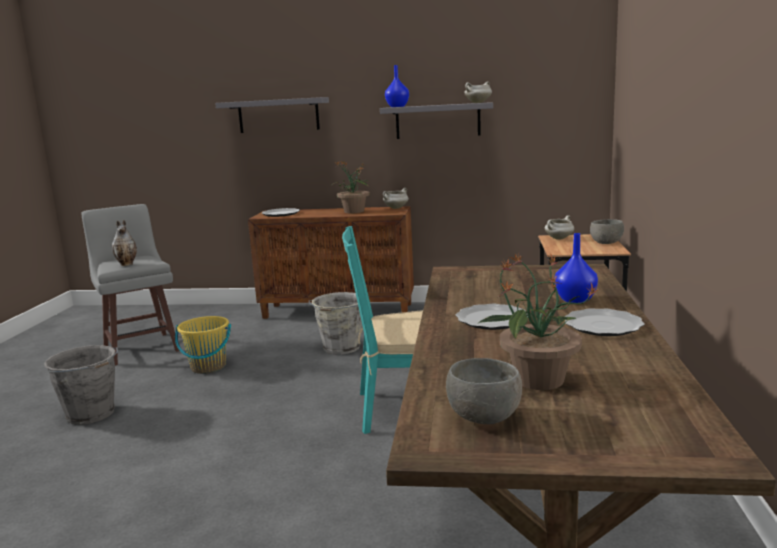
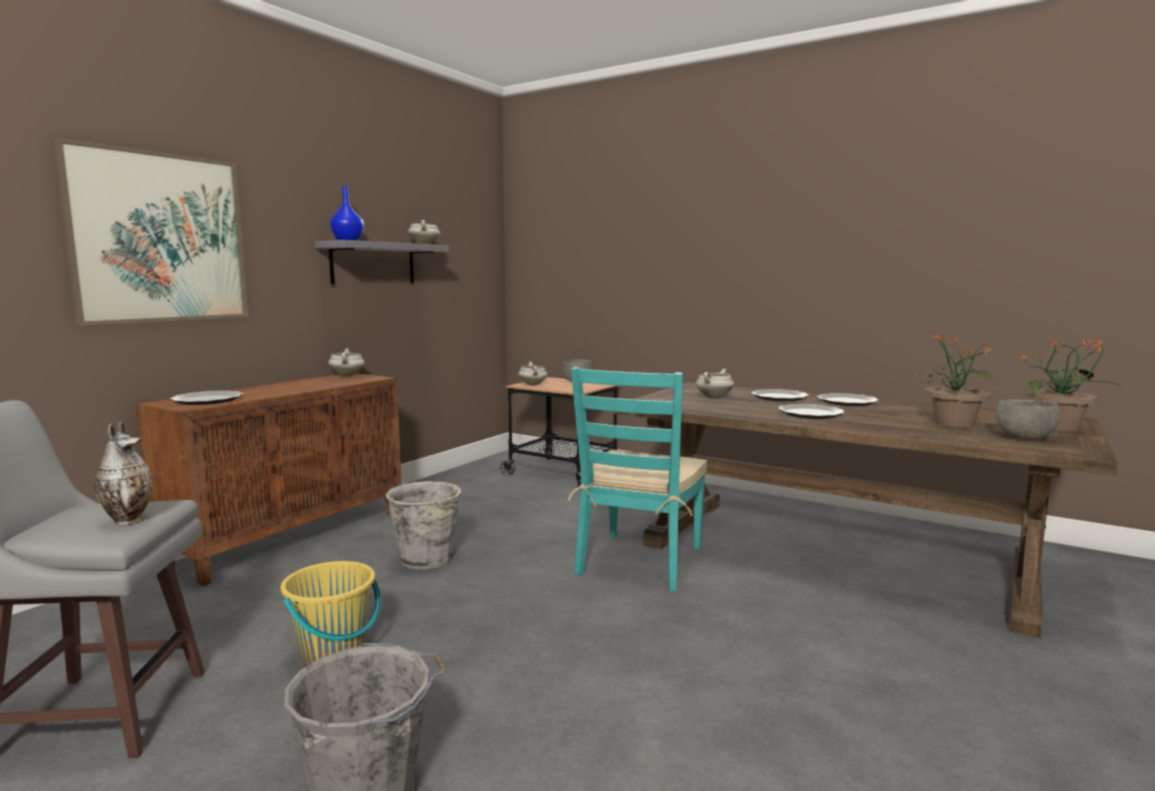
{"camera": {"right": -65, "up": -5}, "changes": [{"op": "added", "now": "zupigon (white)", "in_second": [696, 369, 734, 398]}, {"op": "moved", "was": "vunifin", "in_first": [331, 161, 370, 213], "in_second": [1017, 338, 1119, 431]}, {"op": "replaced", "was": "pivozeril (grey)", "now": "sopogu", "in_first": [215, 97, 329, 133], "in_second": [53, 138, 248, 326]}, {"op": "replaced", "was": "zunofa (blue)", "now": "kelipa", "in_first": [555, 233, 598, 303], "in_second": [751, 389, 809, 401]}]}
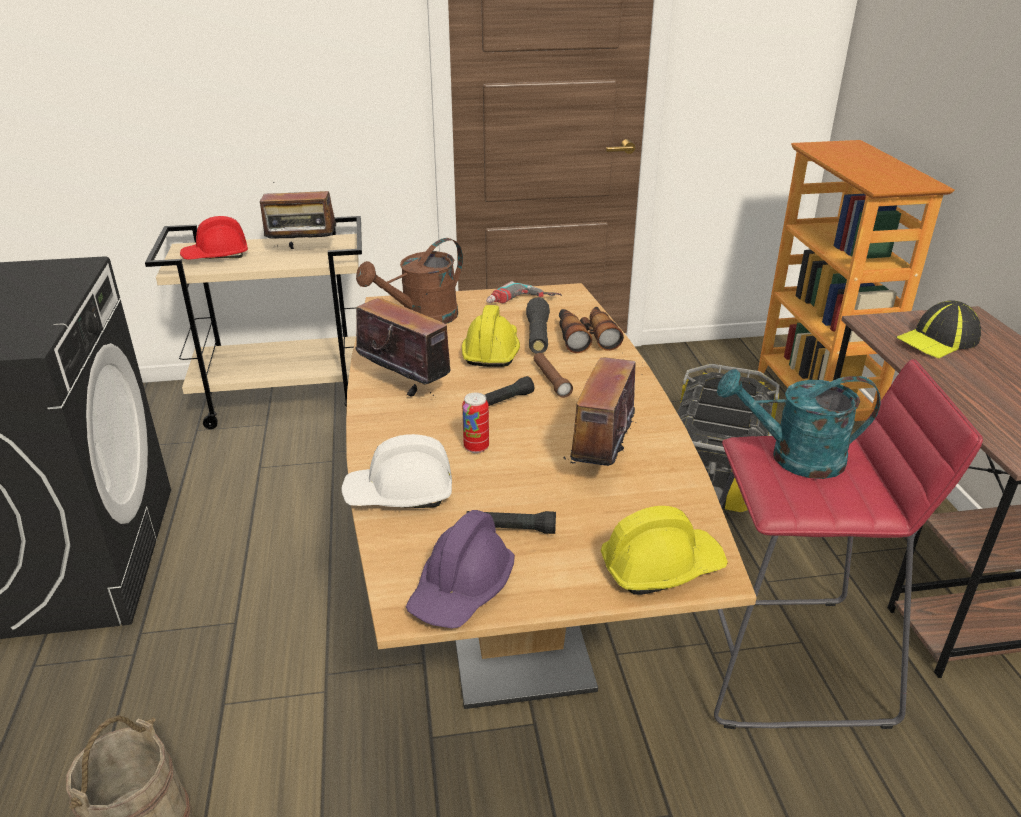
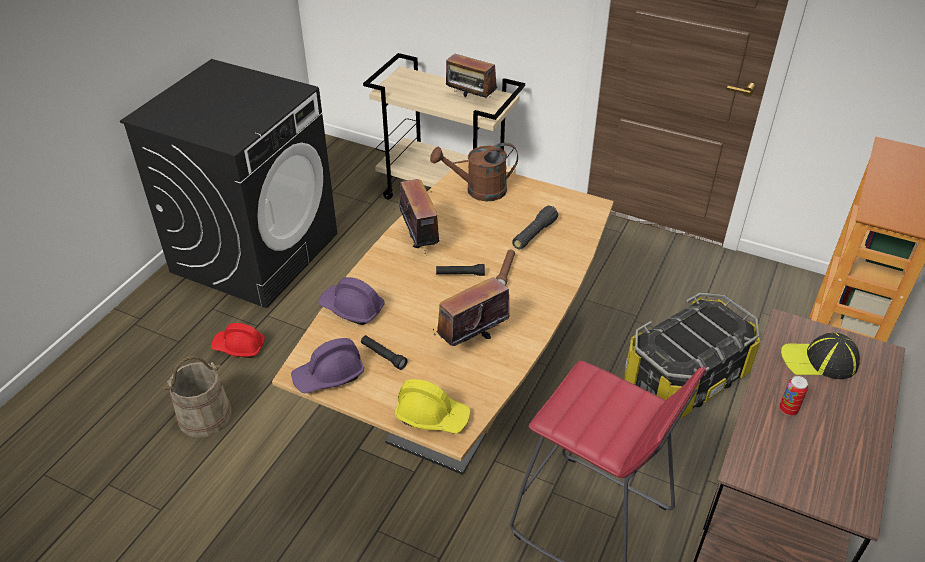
{"camera": {"right": 35, "up": 10}, "changes": [{"op": "removed", "was": "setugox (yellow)", "in_first": [462, 305, 520, 367]}, {"op": "removed", "was": "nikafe", "in_first": [486, 281, 562, 303]}, {"op": "removed", "was": "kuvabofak", "in_first": [559, 307, 624, 353]}, {"op": "removed", "was": "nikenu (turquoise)", "in_first": [717, 369, 881, 479]}, {"op": "moved", "was": "setugox (red)", "in_first": [180, 216, 248, 259], "in_second": [211, 323, 265, 358]}, {"op": "moved", "was": "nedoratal", "in_first": [462, 393, 489, 453], "in_second": [780, 376, 808, 416]}, {"op": "recoloured", "was": "setugox (white)", "now": "setugox (purple)", "in_first": [341, 434, 452, 508], "in_second": [318, 277, 385, 325]}]}
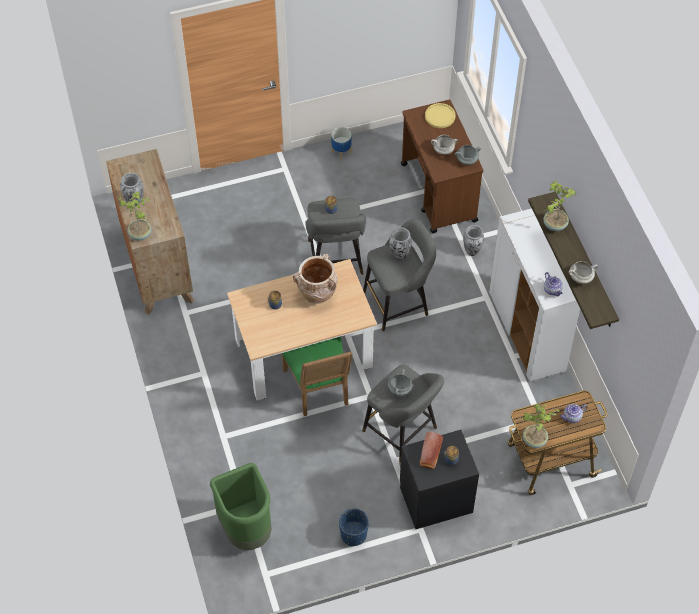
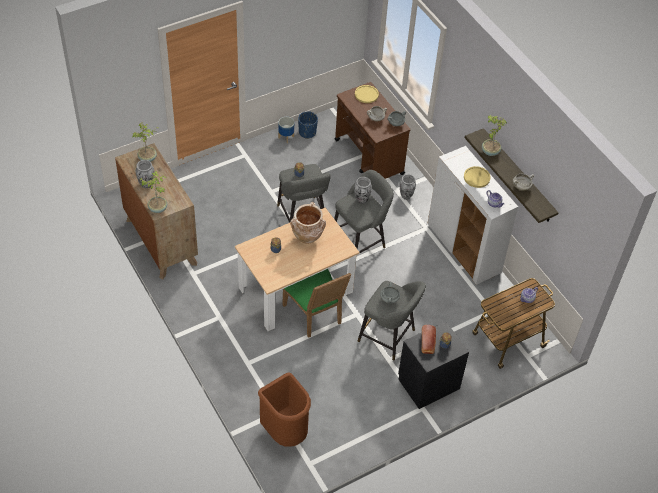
{"camera": {"right": -15, "up": -5}, "changes": [{"op": "added", "now": "kelipa (yellow)", "in_second": [464, 166, 491, 188]}, {"op": "moved", "was": "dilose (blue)", "in_first": [339, 508, 369, 546], "in_second": [298, 111, 318, 139]}, {"op": "moved", "was": "vunifin", "in_first": [523, 402, 560, 448], "in_second": [132, 122, 158, 162]}, {"op": "recoloured", "was": "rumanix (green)", "now": "rumanix (brown)", "in_first": [210, 463, 272, 550], "in_second": [258, 372, 311, 447]}]}
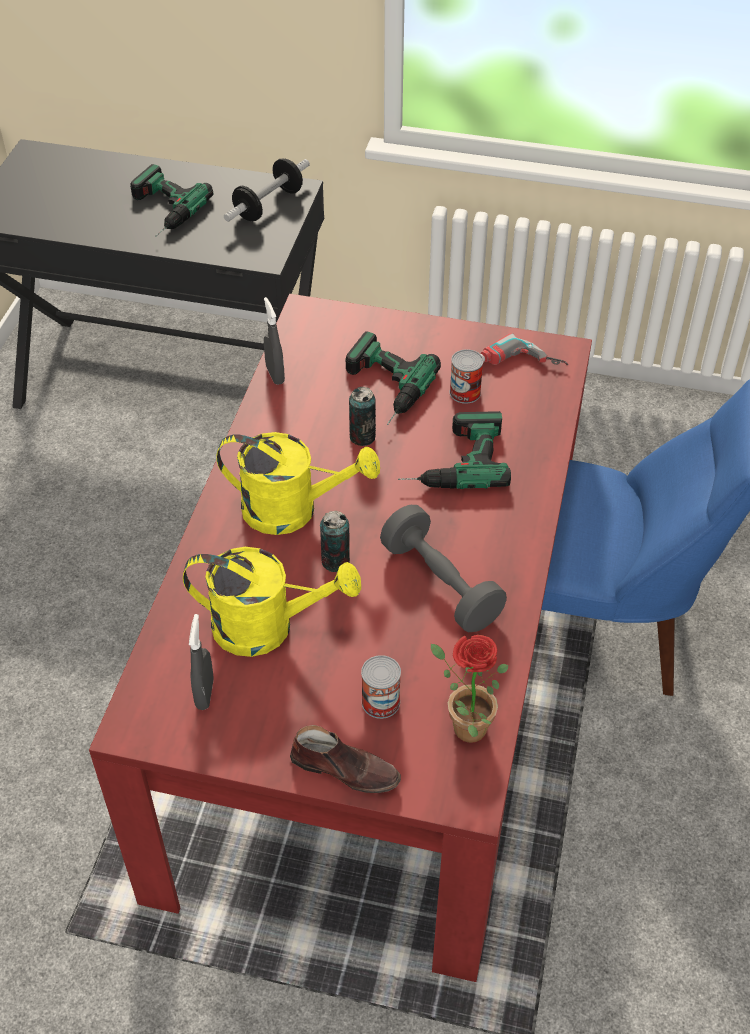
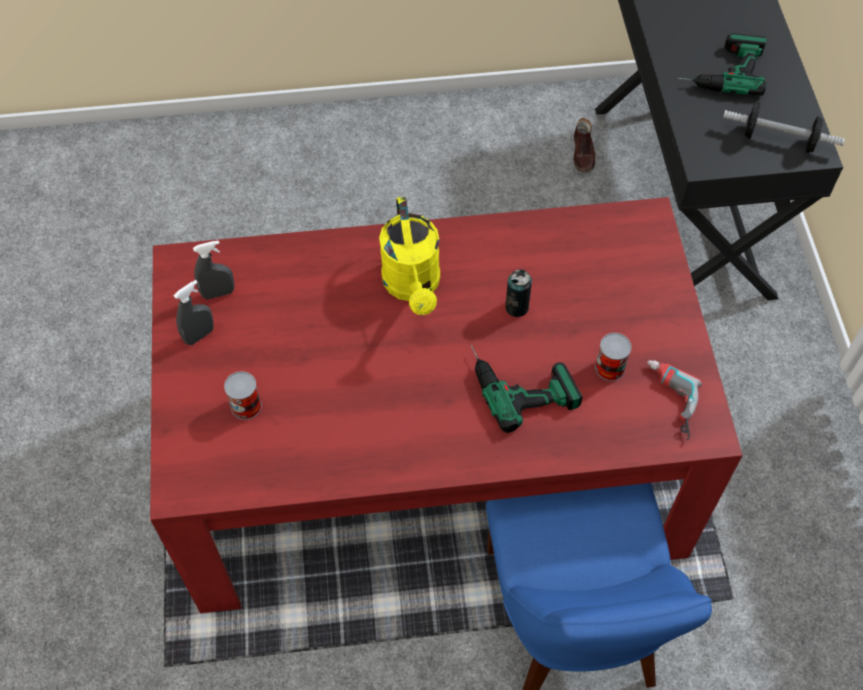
{"camera": {"right": 70, "up": 10}, "changes": [{"op": "removed", "was": "nikenu (yellow)", "in_first": [183, 547, 361, 657]}, {"op": "removed", "was": "nedoratal", "in_first": [320, 511, 350, 572]}, {"op": "removed", "was": "nikafe", "in_first": [345, 332, 441, 425]}, {"op": "removed", "was": "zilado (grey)", "in_first": [380, 505, 507, 632]}, {"op": "removed", "was": "vunifin", "in_first": [431, 635, 509, 743]}, {"op": "moved", "was": "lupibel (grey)", "in_first": [264, 297, 285, 385], "in_second": [174, 280, 214, 345]}, {"op": "moved", "was": "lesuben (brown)", "in_first": [290, 725, 401, 793], "in_second": [574, 118, 595, 173]}]}
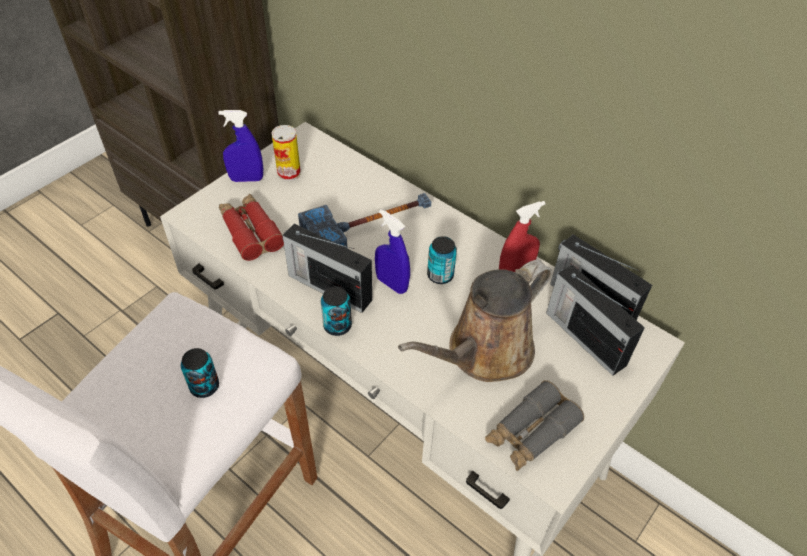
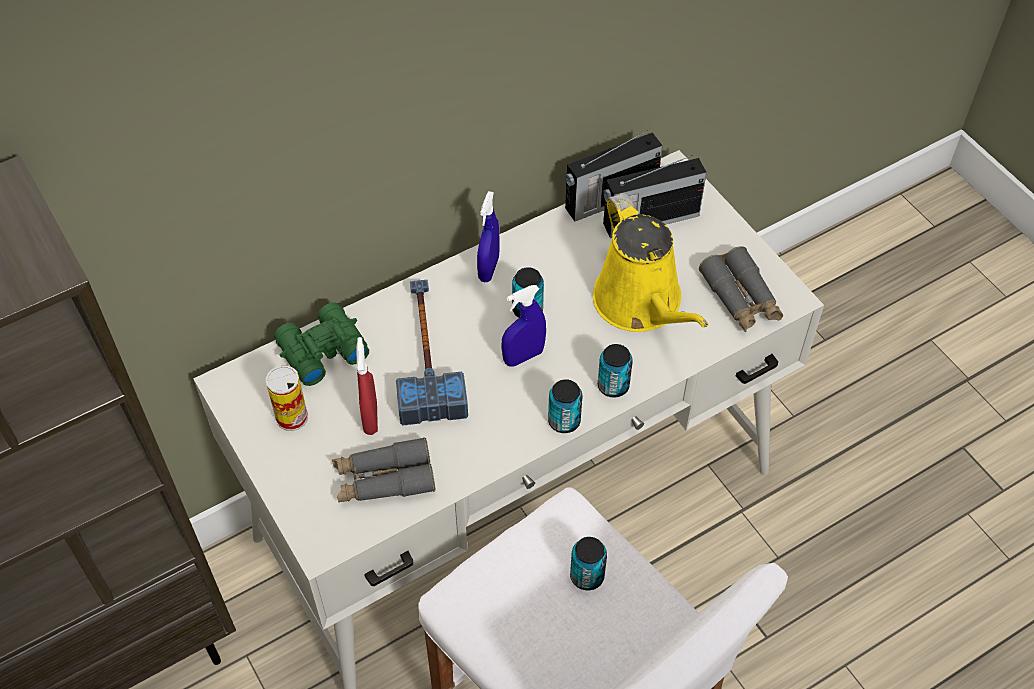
{"camera": {"right": -70, "up": 5}, "changes": [{"op": "removed", "was": "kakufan", "in_first": [282, 224, 372, 313]}, {"op": "added", "now": "kuvabofak (green)", "in_second": [274, 303, 369, 386]}, {"op": "added", "now": "nedoratal", "in_second": [598, 344, 633, 398]}, {"op": "moved", "was": "lupibel (blue)", "in_first": [219, 110, 263, 182], "in_second": [477, 191, 500, 282]}, {"op": "moved", "was": "lupibel (red)", "in_first": [499, 201, 546, 272], "in_second": [356, 337, 378, 435]}, {"op": "recoloured", "was": "kuvabofak (red)", "now": "kuvabofak (grey)", "in_first": [219, 194, 284, 261], "in_second": [332, 438, 435, 502]}, {"op": "recoloured", "was": "nikenu (brown)", "now": "nikenu (yellow)", "in_first": [398, 260, 552, 382], "in_second": [593, 193, 709, 332]}]}
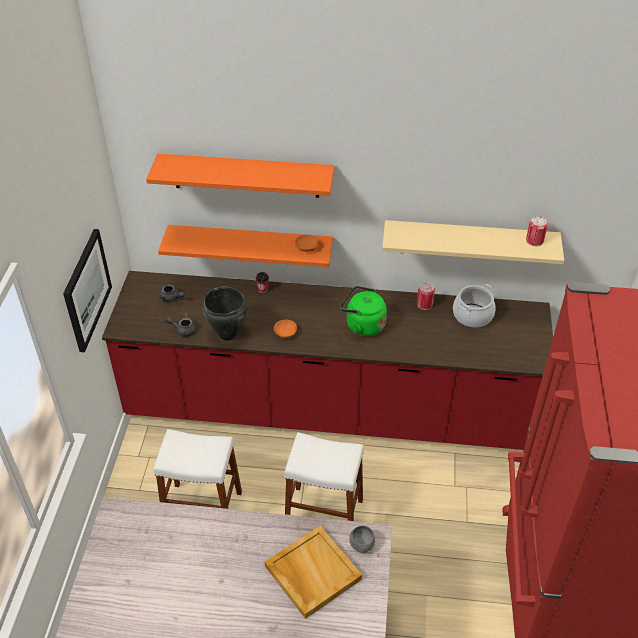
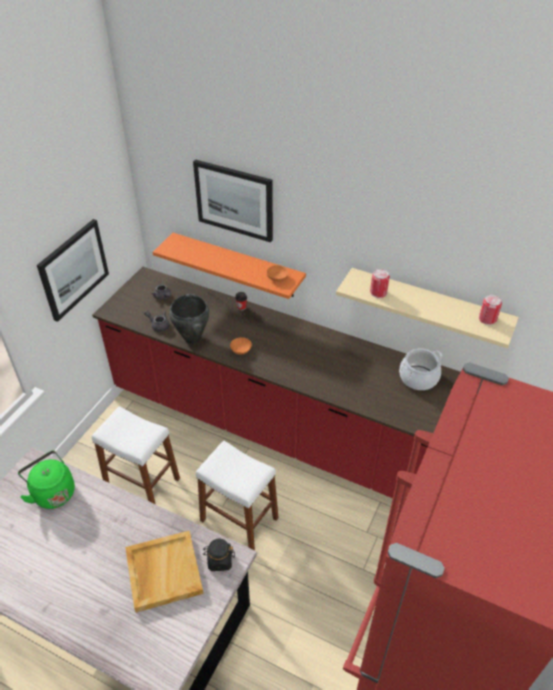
{"camera": {"right": 20, "up": 0}, "changes": [{"op": "moved", "was": "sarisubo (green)", "in_first": [340, 286, 387, 337], "in_second": [18, 450, 75, 509]}, {"op": "moved", "was": "nedoratal", "in_first": [417, 283, 435, 310], "in_second": [370, 269, 390, 298]}, {"op": "replaced", "was": "pivozeril (orange)", "now": "sopogu", "in_first": [146, 154, 334, 198], "in_second": [193, 159, 273, 242]}, {"op": "replaced", "was": "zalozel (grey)", "now": "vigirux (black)", "in_first": [349, 525, 375, 553], "in_second": [203, 538, 235, 571]}]}
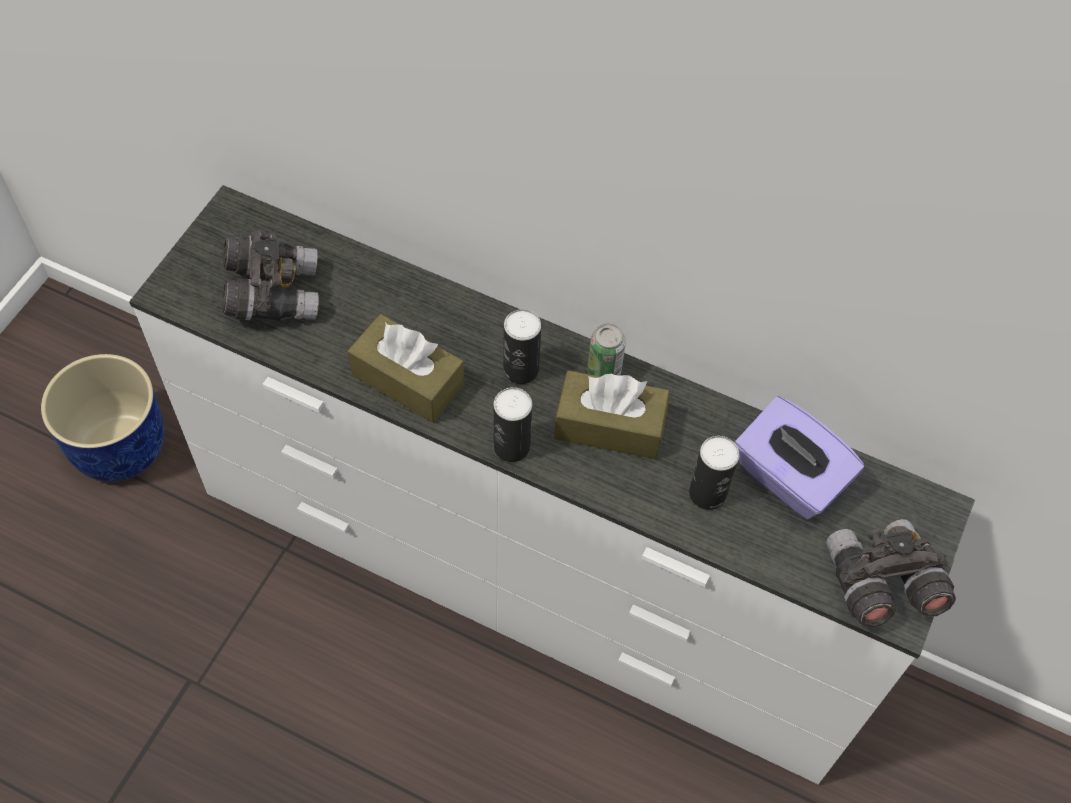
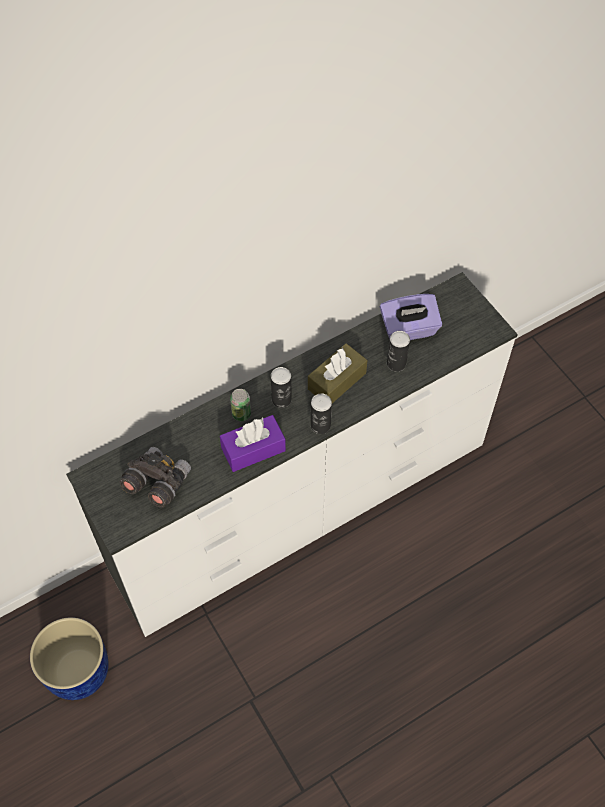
{"camera": {"right": -55, "up": 0}, "changes": [{"op": "removed", "was": "kuvabofak (grey)", "in_first": [826, 519, 956, 627]}, {"op": "moved", "was": "nedoratal", "in_first": [587, 323, 626, 377], "in_second": [230, 388, 251, 421]}, {"op": "recoloured", "was": "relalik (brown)", "now": "relalik (purple)", "in_first": [348, 314, 464, 423], "in_second": [220, 415, 286, 472]}]}
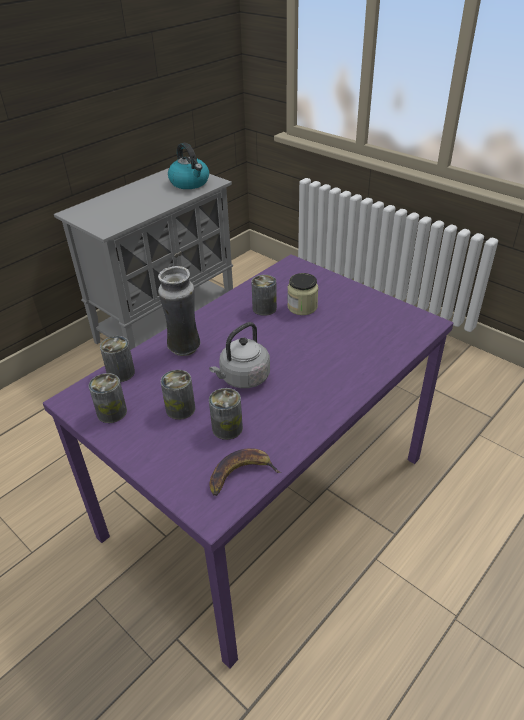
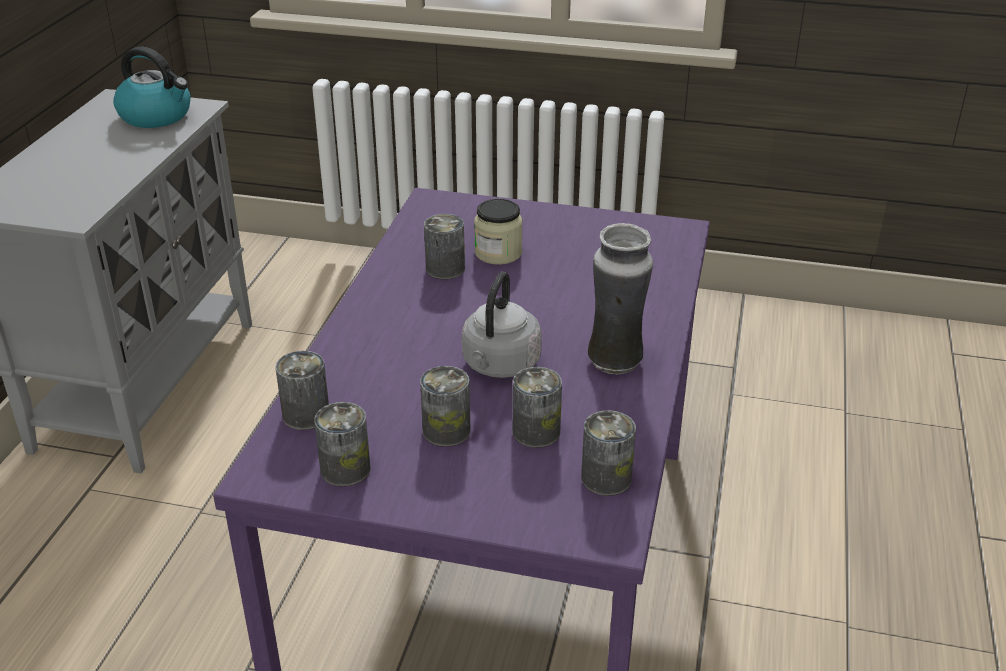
{"camera": {"right": -30, "up": -5}, "changes": [{"op": "moved", "was": "zunofa", "in_first": [158, 266, 200, 356], "in_second": [588, 223, 653, 374]}, {"op": "replaced", "was": "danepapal", "now": "nedoratal", "in_first": [209, 448, 281, 496], "in_second": [581, 410, 636, 496]}]}
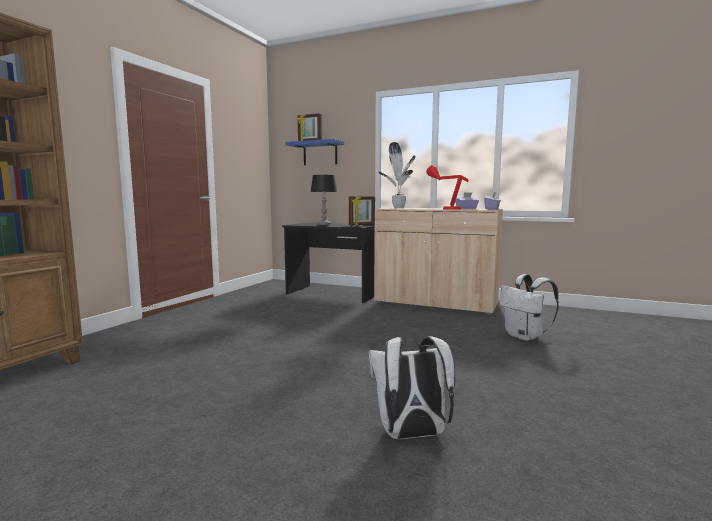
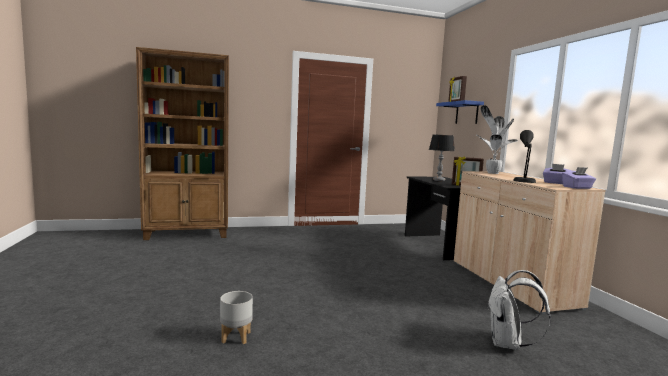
{"camera": {"right": 50, "up": 0}, "changes": [{"op": "replaced", "was": "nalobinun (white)", "now": "dilose (grey)", "in_first": [368, 336, 455, 439], "in_second": [220, 291, 253, 344]}, {"op": "recoloured", "was": "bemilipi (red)", "now": "bemilipi (black)", "in_first": [426, 165, 469, 210], "in_second": [513, 130, 536, 183]}]}
